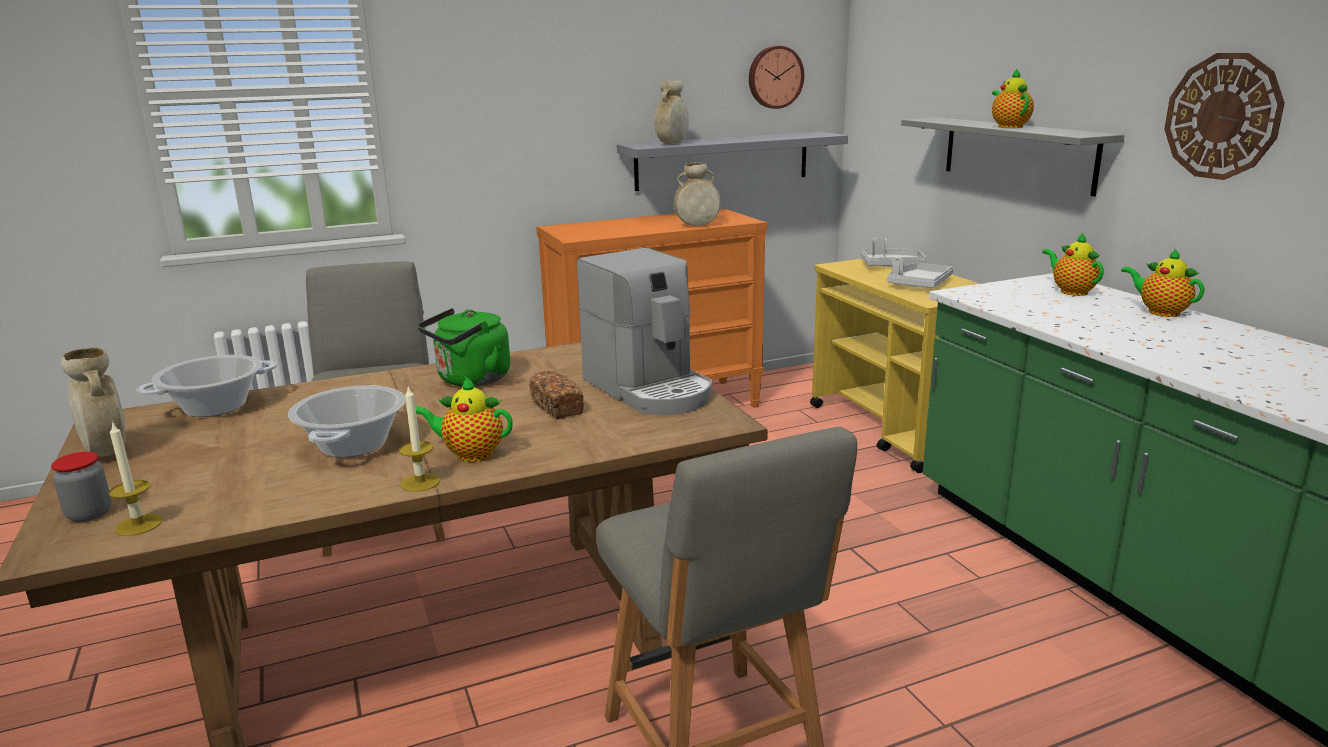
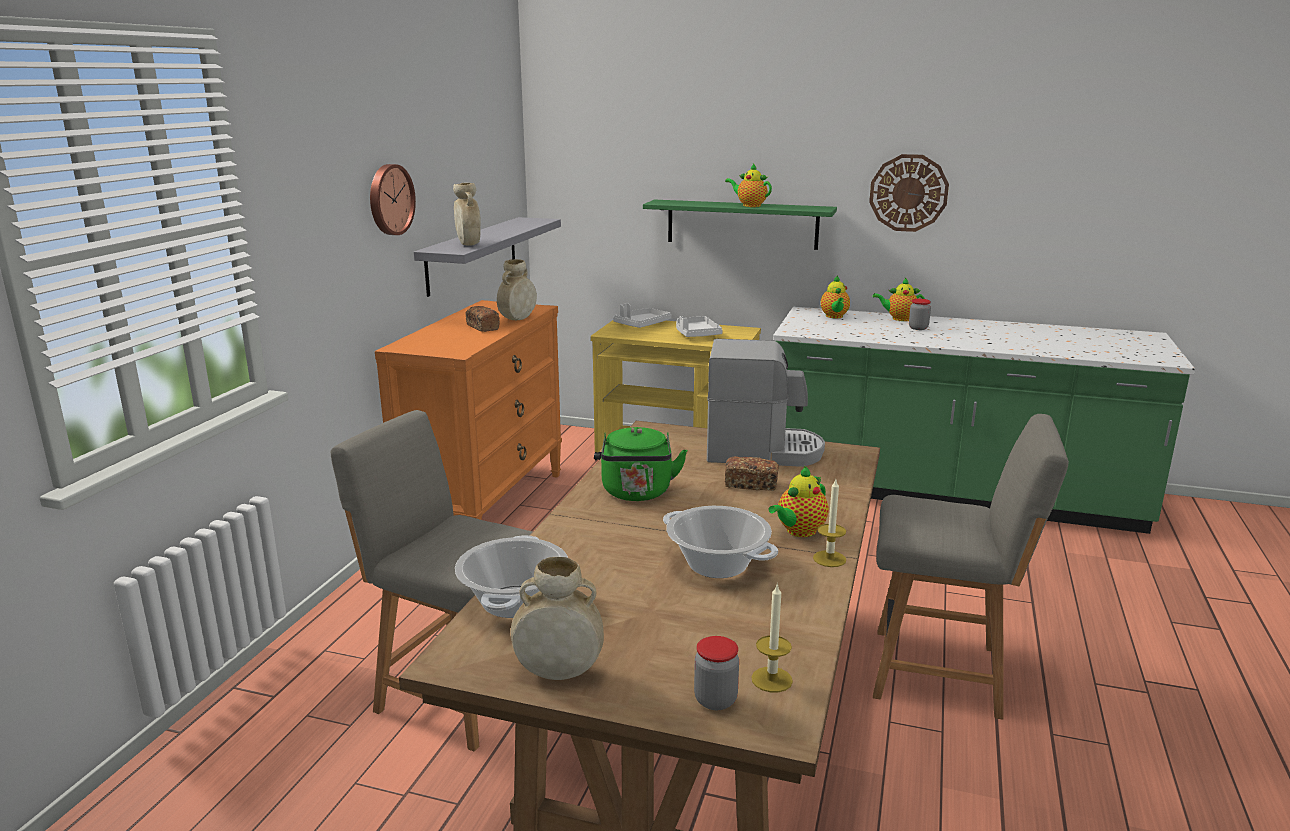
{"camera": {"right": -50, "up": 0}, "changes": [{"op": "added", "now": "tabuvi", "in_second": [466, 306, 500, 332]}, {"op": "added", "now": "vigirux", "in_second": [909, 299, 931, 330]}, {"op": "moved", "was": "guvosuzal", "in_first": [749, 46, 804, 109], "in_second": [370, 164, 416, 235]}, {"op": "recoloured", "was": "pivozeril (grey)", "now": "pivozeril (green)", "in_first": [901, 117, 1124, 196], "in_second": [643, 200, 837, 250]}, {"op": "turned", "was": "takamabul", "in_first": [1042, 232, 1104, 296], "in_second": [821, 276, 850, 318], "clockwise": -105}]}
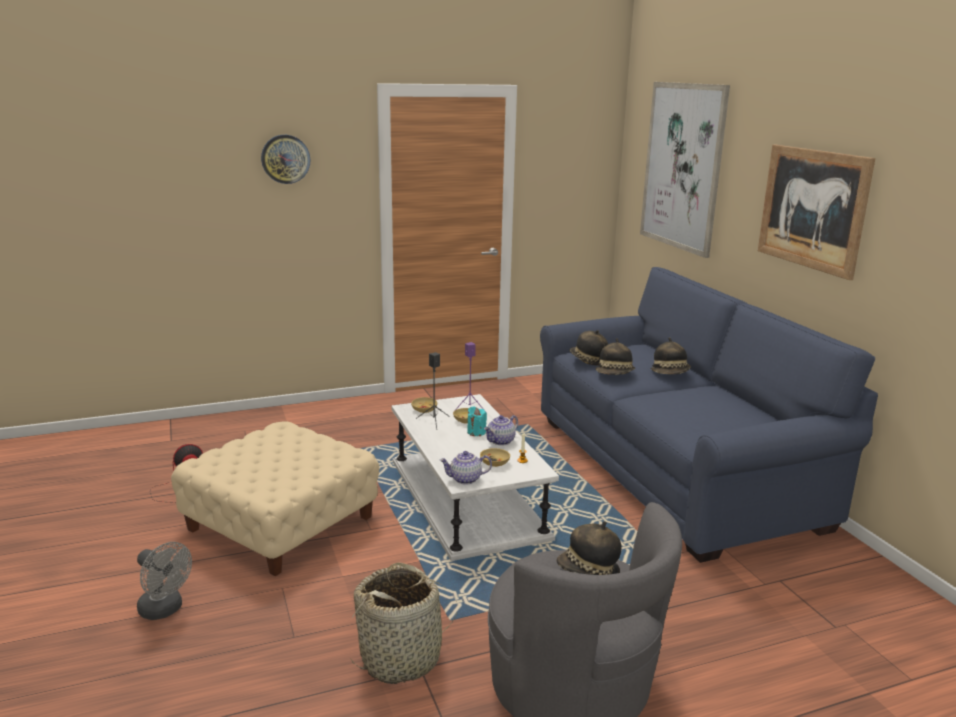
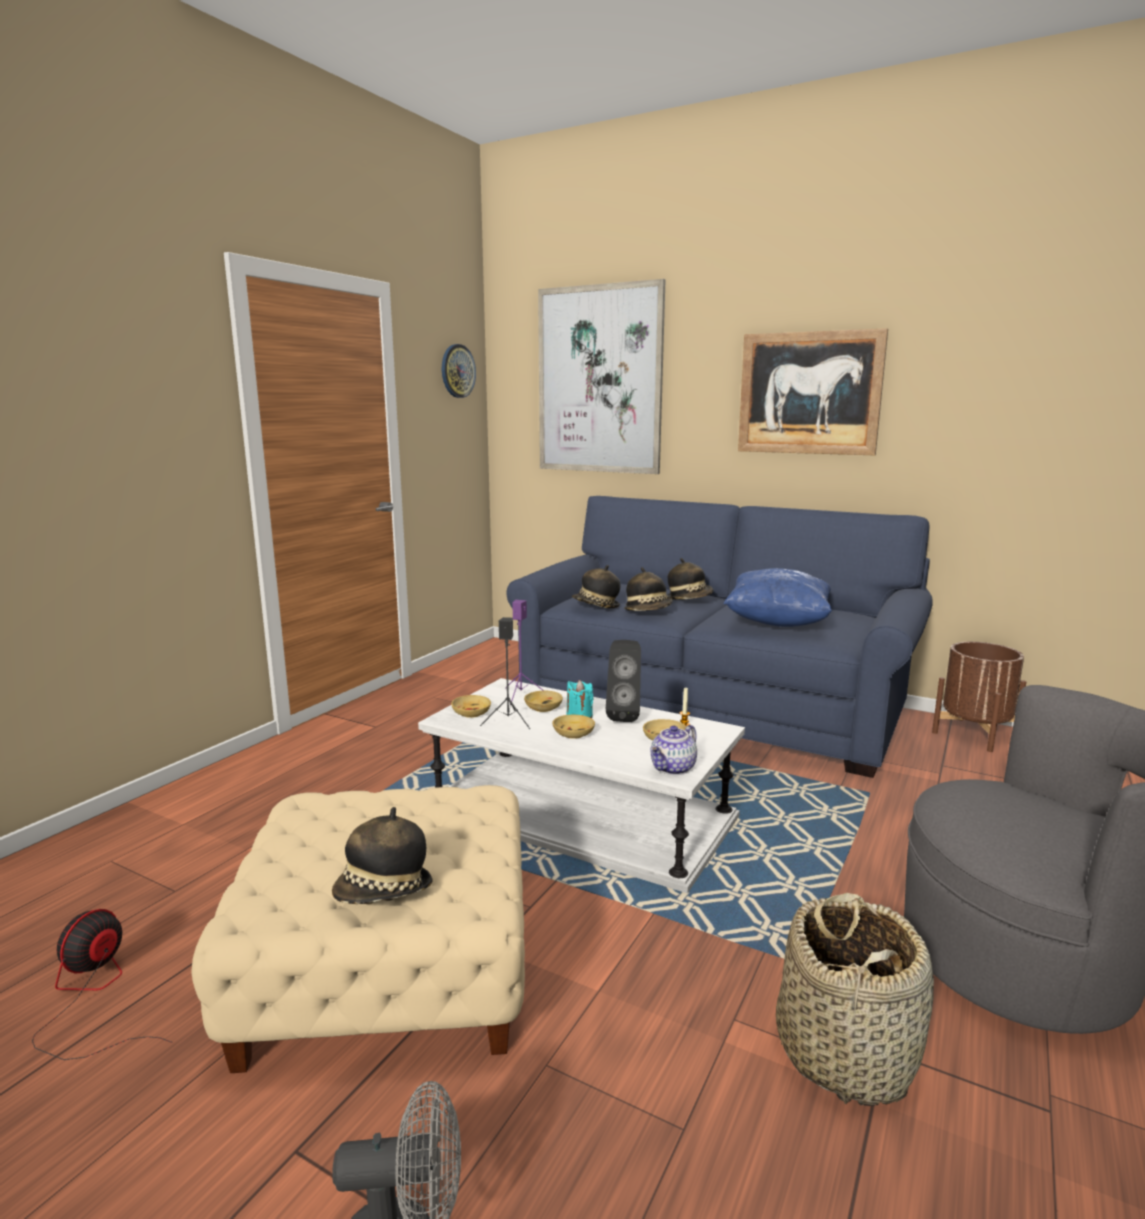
{"camera": {"right": -40, "up": -5}, "changes": [{"op": "added", "now": "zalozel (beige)", "in_second": [552, 715, 595, 739]}, {"op": "added", "now": "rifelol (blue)", "in_second": [724, 568, 832, 627]}, {"op": "added", "now": "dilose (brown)", "in_second": [932, 642, 1026, 752]}, {"op": "moved", "was": "guvosuzal", "in_first": [261, 135, 310, 184], "in_second": [442, 344, 476, 398]}, {"op": "moved", "was": "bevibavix", "in_first": [557, 521, 621, 575], "in_second": [332, 807, 433, 904]}, {"op": "replaced", "was": "takamabul", "now": "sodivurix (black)", "in_first": [484, 415, 518, 446], "in_second": [606, 640, 641, 722]}]}
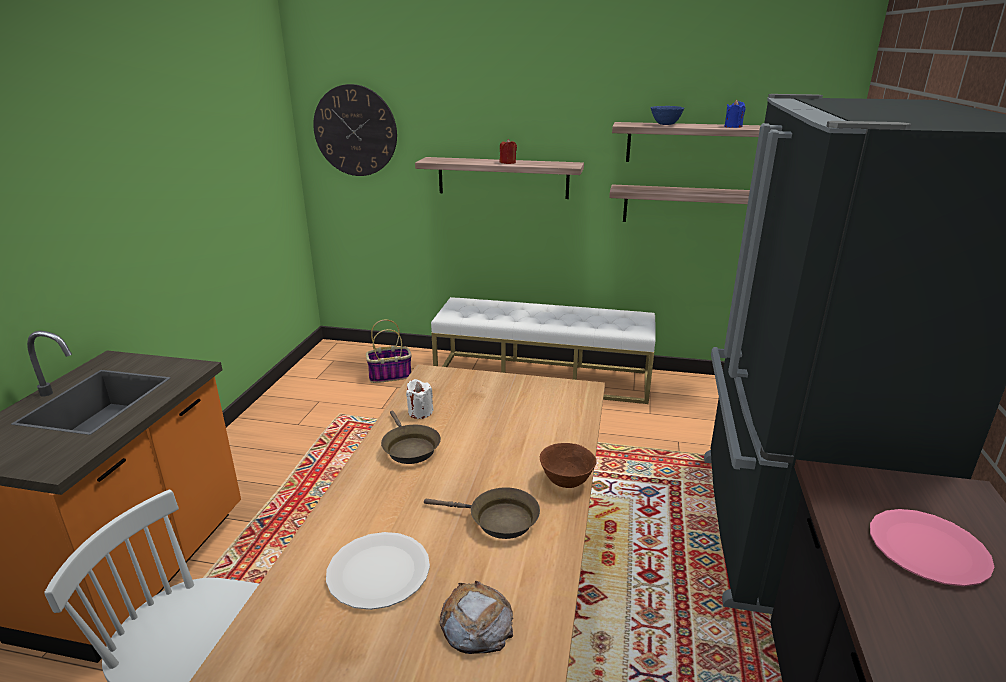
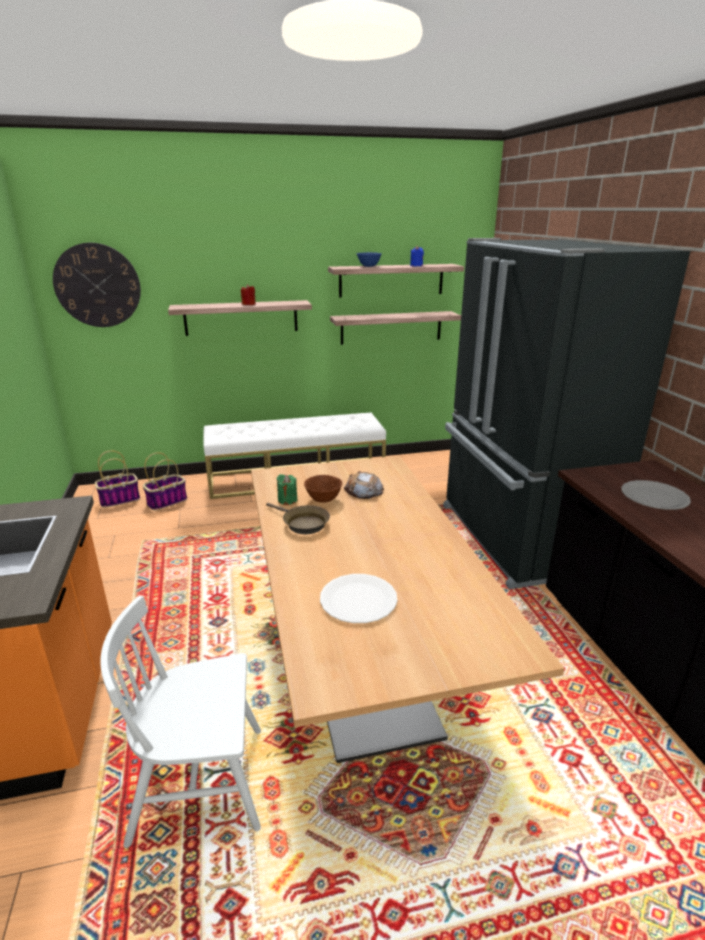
{"camera": {"right": -25, "up": 0}, "changes": [{"op": "removed", "was": "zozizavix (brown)", "in_first": [424, 488, 540, 539]}, {"op": "added", "now": "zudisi", "in_second": [95, 451, 140, 508]}, {"op": "moved", "was": "tabuvi", "in_first": [440, 581, 513, 654], "in_second": [344, 471, 384, 499]}, {"op": "moved", "was": "zalozel (brown)", "in_first": [540, 443, 597, 488], "in_second": [304, 475, 342, 503]}, {"op": "recoloured", "was": "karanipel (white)", "now": "karanipel (green)", "in_first": [406, 379, 433, 419], "in_second": [277, 474, 297, 505]}, {"op": "recoloured", "was": "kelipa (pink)", "now": "kelipa (grey)", "in_first": [870, 509, 995, 586], "in_second": [621, 480, 691, 510]}]}
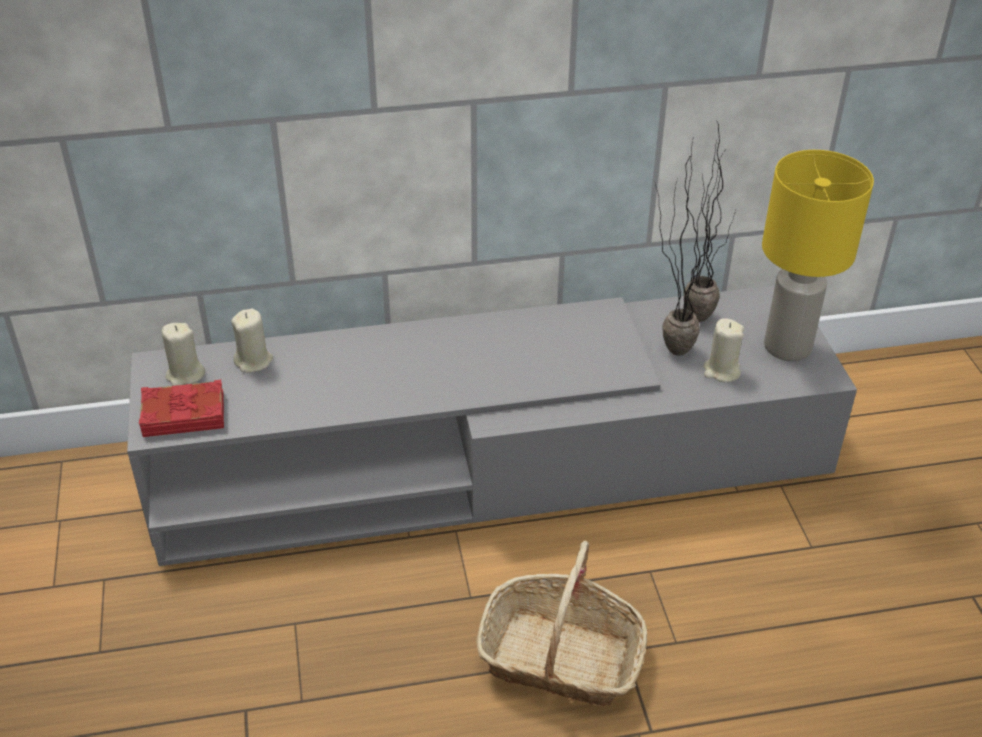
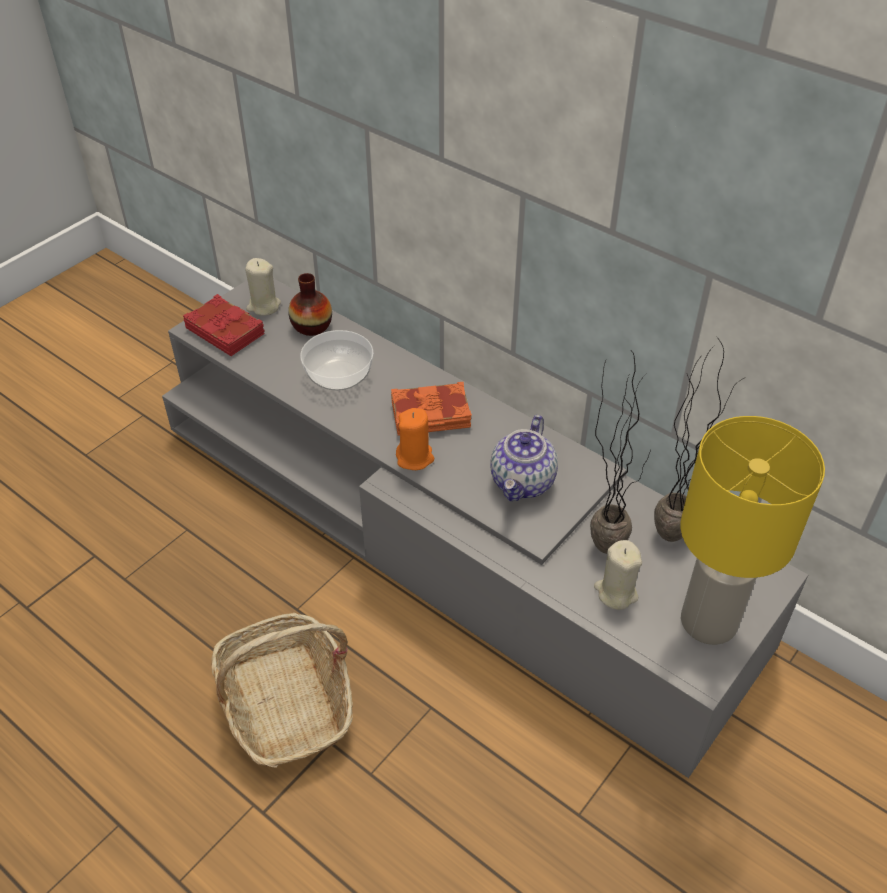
{"camera": {"right": 50, "up": 5}, "changes": [{"op": "added", "now": "zalozel", "in_second": [300, 330, 374, 391]}, {"op": "added", "now": "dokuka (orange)", "in_second": [391, 382, 472, 436]}, {"op": "added", "now": "karanipel (orange)", "in_second": [396, 408, 434, 470]}, {"op": "added", "now": "takamabul", "in_second": [490, 415, 558, 501]}, {"op": "replaced", "was": "karanipel (beige)", "now": "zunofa", "in_first": [231, 309, 273, 373], "in_second": [288, 273, 332, 336]}]}
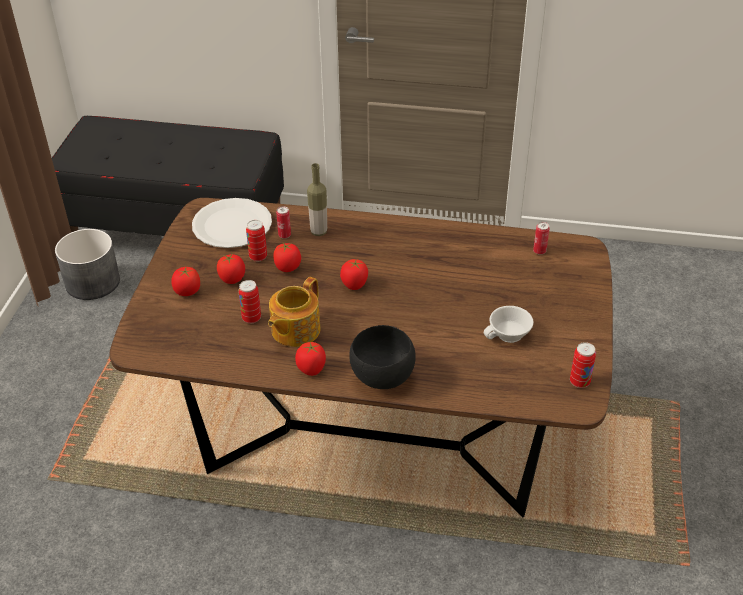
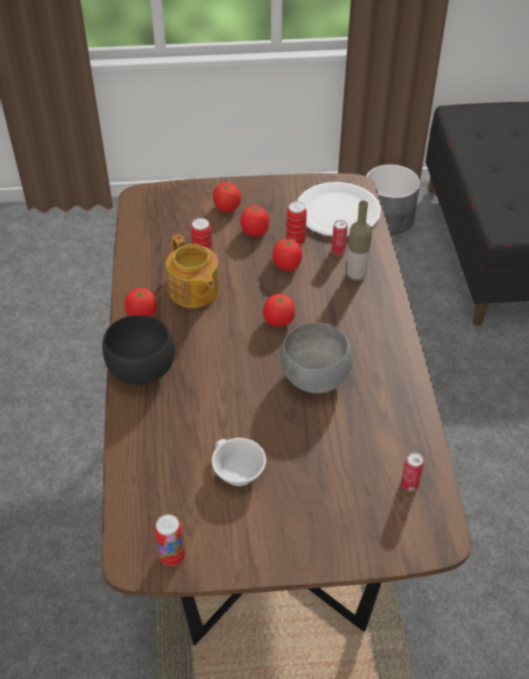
{"camera": {"right": 75, "up": 5}, "changes": [{"op": "added", "now": "zalozel (grey)", "in_second": [281, 323, 353, 393]}, {"op": "turned", "was": "takamabul", "in_first": [268, 277, 321, 347], "in_second": [166, 234, 220, 308], "clockwise": -135}]}
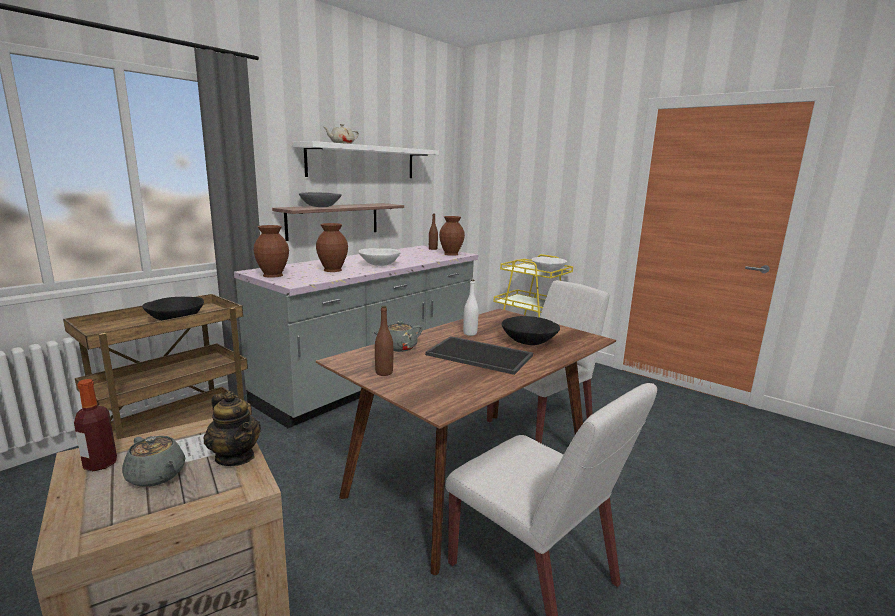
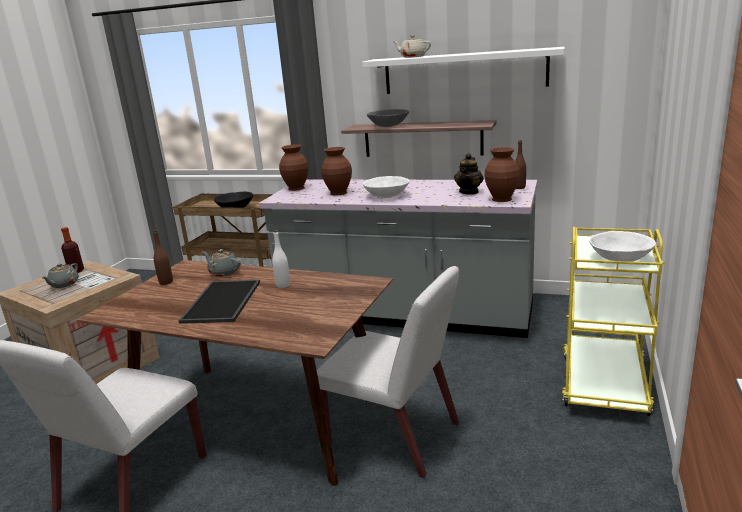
{"camera": {"right": 70, "up": 5}, "changes": [{"op": "removed", "was": "zalozel (black)", "in_first": [502, 316, 560, 345]}, {"op": "moved", "was": "takamabul", "in_first": [203, 391, 261, 466], "in_second": [454, 153, 484, 195]}]}
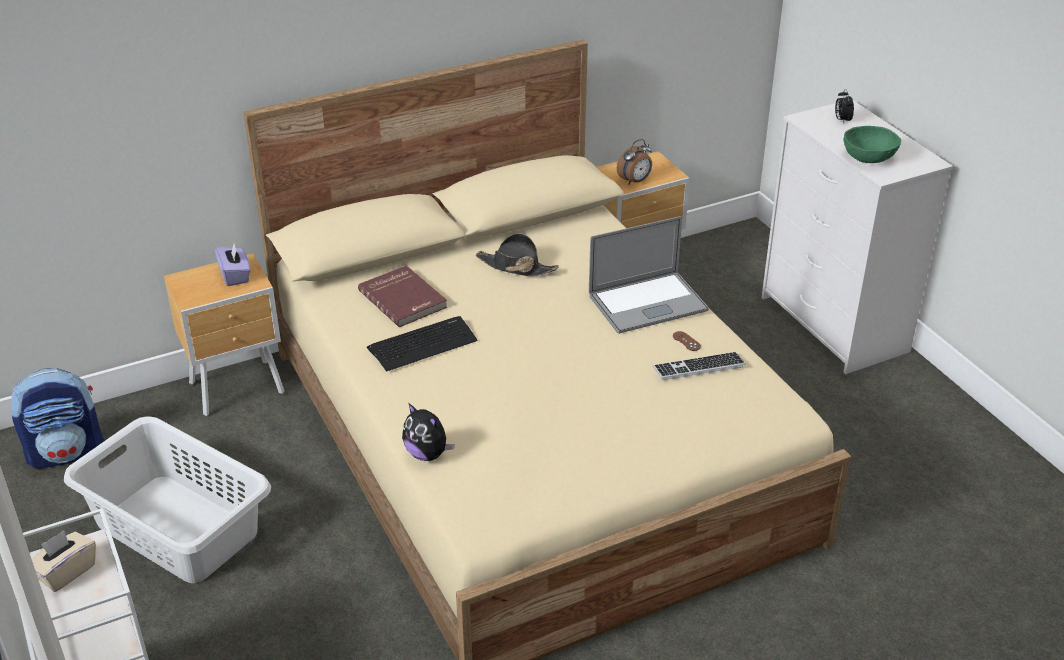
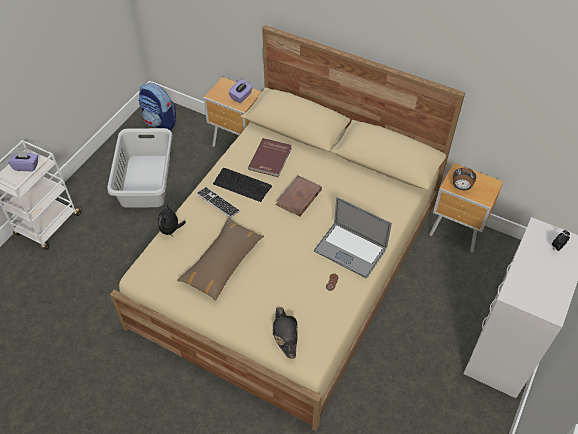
{"camera": {"right": 55, "up": 15}, "changes": [{"op": "removed", "was": "zalozel (green)", "in_first": [844, 126, 901, 163]}, {"op": "added", "now": "rifelol (brown)", "in_second": [177, 218, 264, 301]}, {"op": "added", "now": "dokuka (brown)", "in_second": [276, 175, 322, 216]}, {"op": "moved", "was": "bevibavix (black)", "in_first": [476, 233, 559, 277], "in_second": [273, 307, 298, 359]}, {"op": "moved", "was": "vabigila", "in_first": [653, 352, 746, 380], "in_second": [196, 187, 240, 218]}, {"op": "recoloured", "was": "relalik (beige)", "now": "relalik (purple)", "in_first": [32, 530, 96, 592], "in_second": [8, 151, 38, 172]}]}
